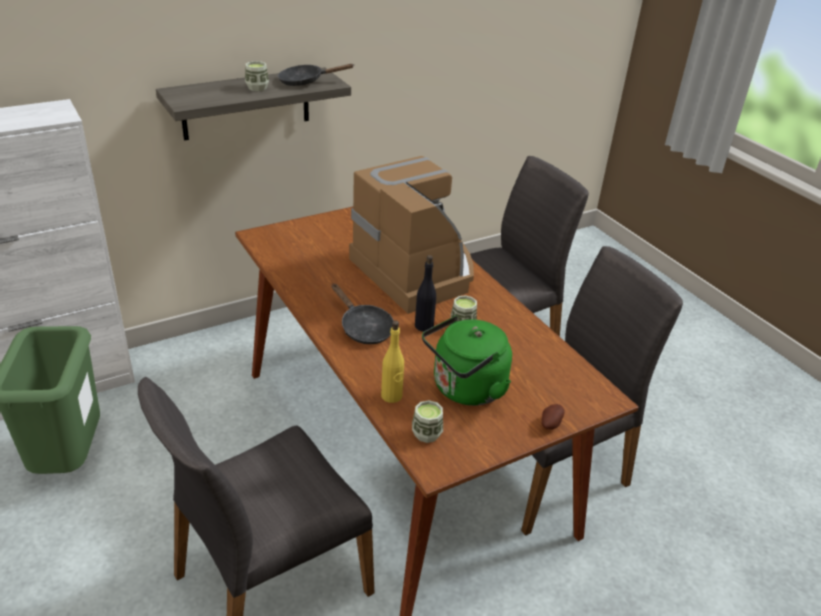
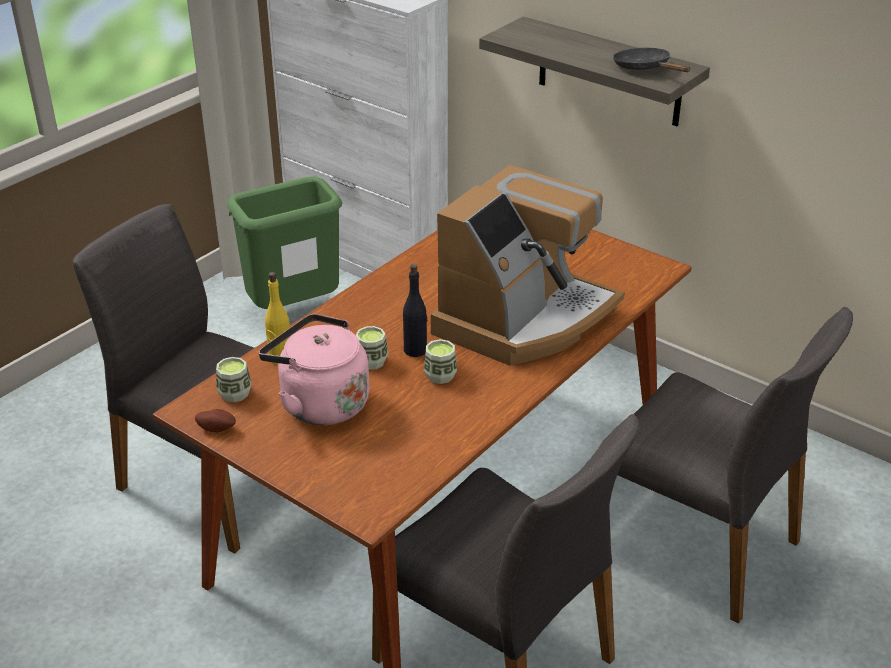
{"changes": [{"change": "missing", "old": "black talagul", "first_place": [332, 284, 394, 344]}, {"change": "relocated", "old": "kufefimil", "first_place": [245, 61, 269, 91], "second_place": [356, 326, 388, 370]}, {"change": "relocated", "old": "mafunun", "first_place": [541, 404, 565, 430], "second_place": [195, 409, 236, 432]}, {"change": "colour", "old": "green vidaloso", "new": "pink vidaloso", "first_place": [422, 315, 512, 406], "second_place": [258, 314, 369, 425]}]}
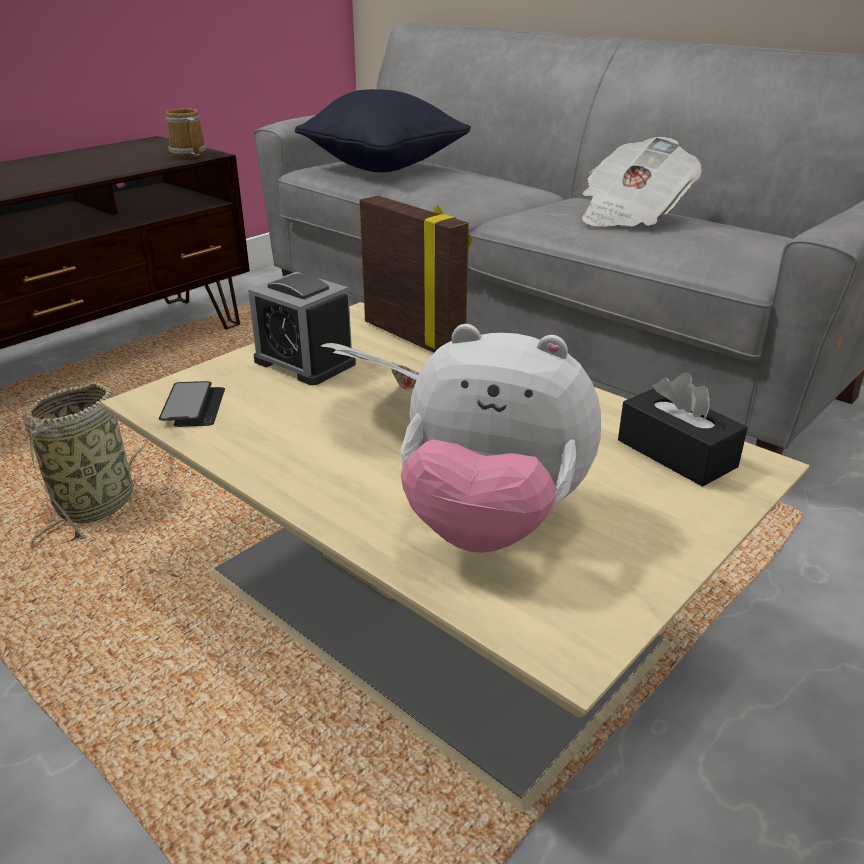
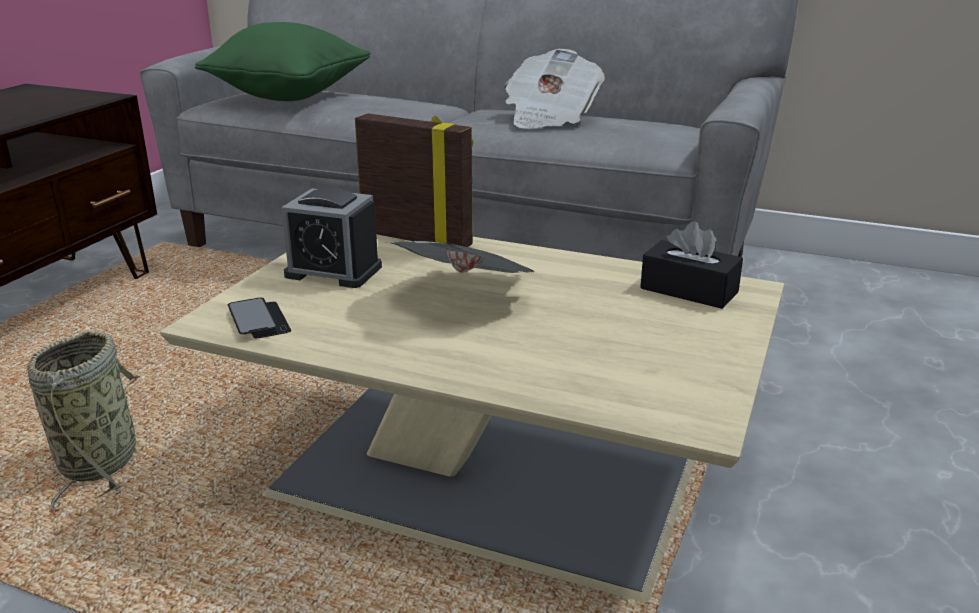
{"changes": [{"change": "missing", "old": "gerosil", "first_place": [166, 108, 206, 158]}, {"change": "missing", "old": "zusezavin", "first_place": [401, 324, 601, 553]}, {"change": "colour", "old": "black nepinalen", "new": "green nepinalen", "first_place": [295, 89, 471, 172], "second_place": [195, 22, 371, 101]}]}
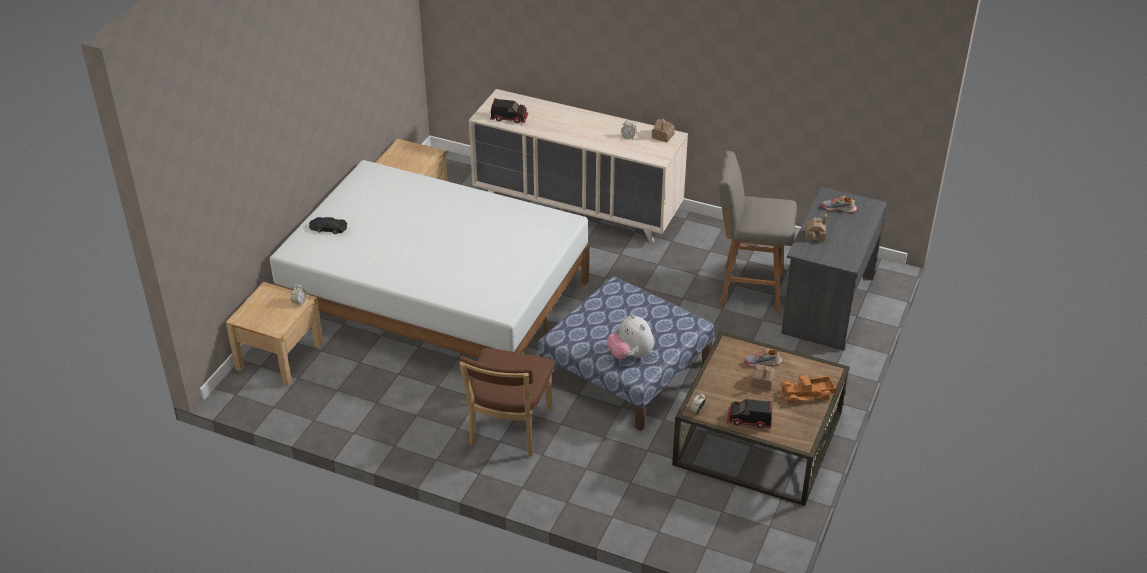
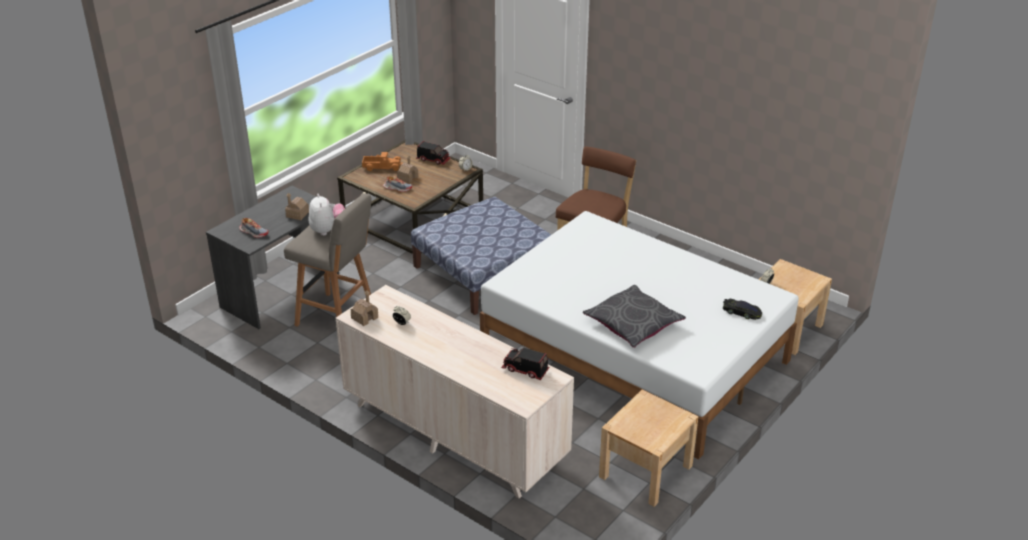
{"changes": [{"change": "appeared", "new": "grey nepinalen", "second_place": [583, 285, 686, 348]}, {"change": "relocated", "old": "zusezavin", "first_place": [607, 314, 654, 359], "second_place": [309, 194, 345, 236]}]}
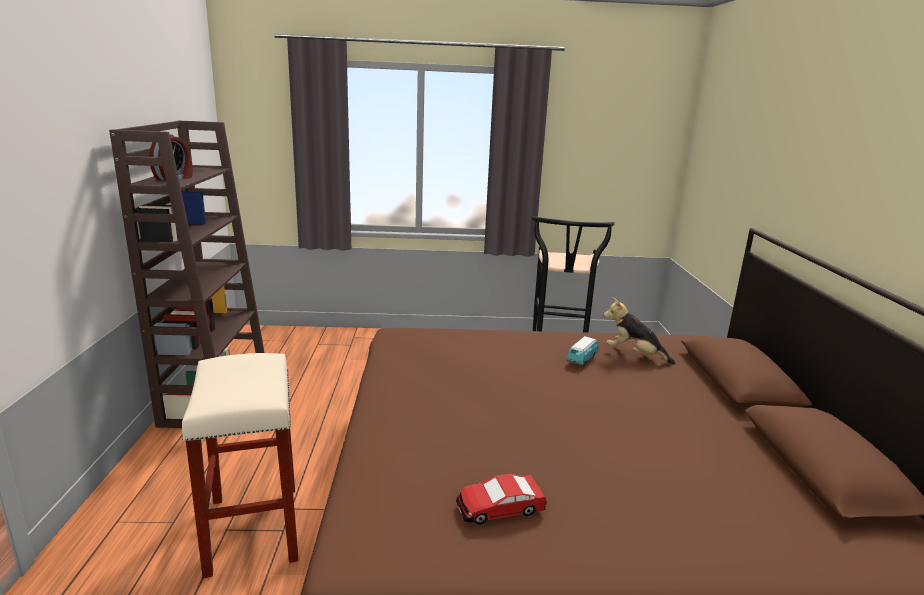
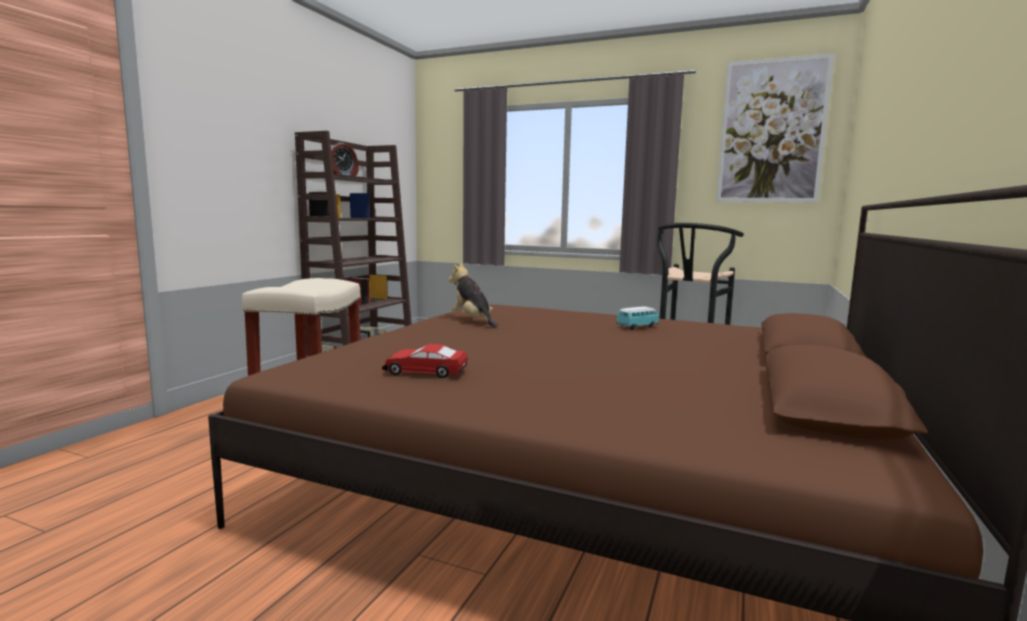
{"changes": [{"change": "appeared", "new": "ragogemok", "second_place": [716, 53, 835, 202]}, {"change": "relocated", "old": "zusezavin", "first_place": [603, 297, 675, 364], "second_place": [449, 263, 498, 328]}]}
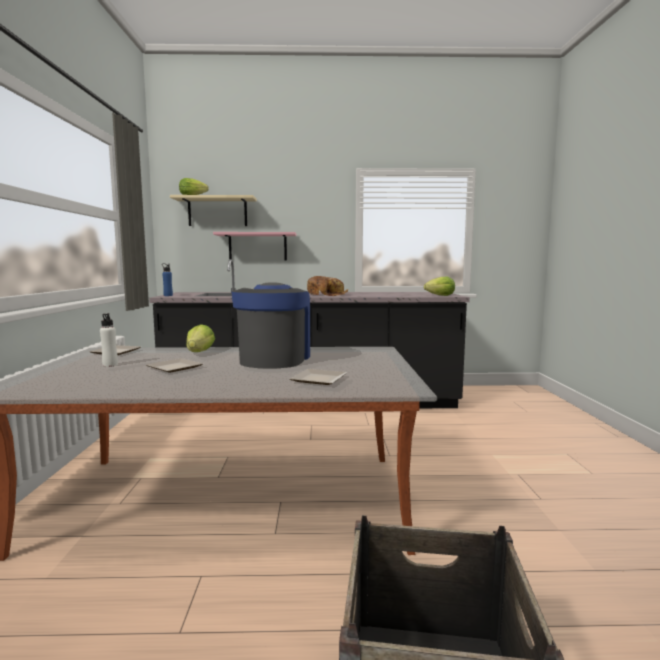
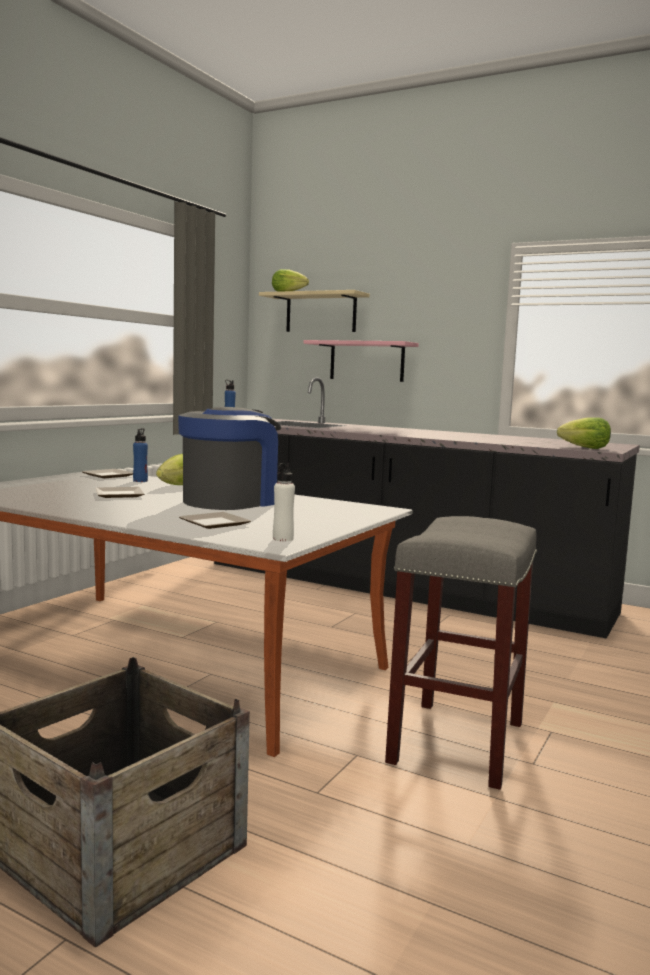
{"changes": [{"change": "missing", "old": "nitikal", "first_place": [307, 276, 348, 296]}, {"change": "appeared", "new": "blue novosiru", "second_place": [133, 428, 148, 482]}, {"change": "appeared", "new": "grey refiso", "second_place": [385, 516, 537, 790]}, {"change": "relocated", "old": "white novosiru", "first_place": [100, 313, 118, 367], "second_place": [273, 463, 295, 541]}]}
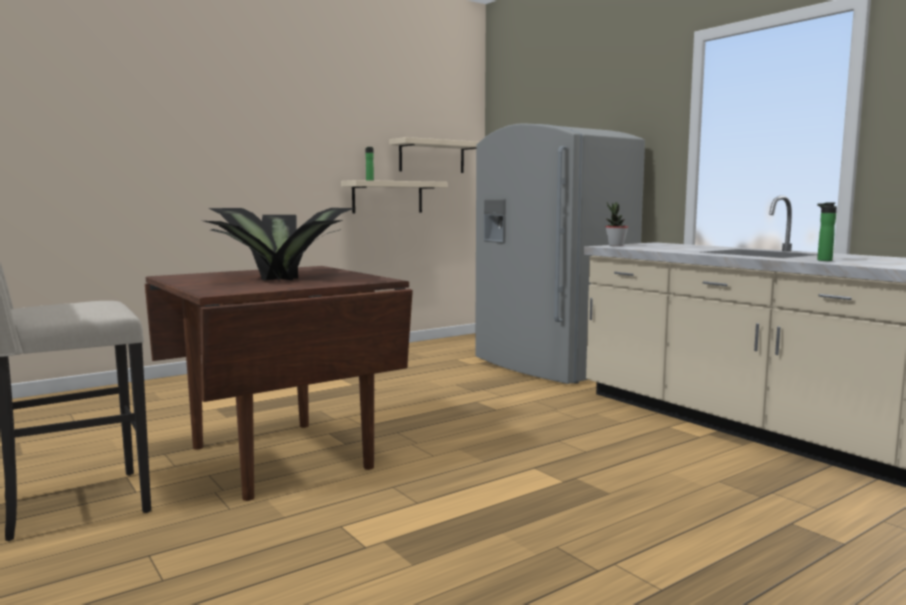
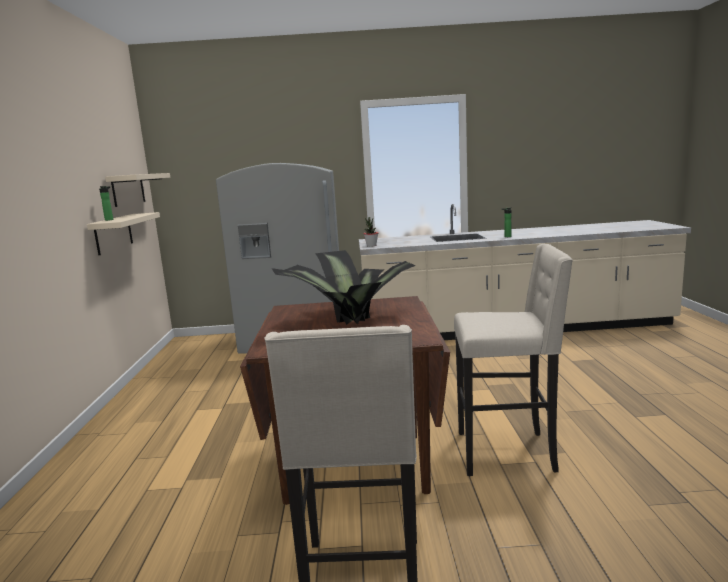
{"changes": [{"change": "appeared", "new": "beige refiso", "second_place": [454, 244, 573, 476]}]}
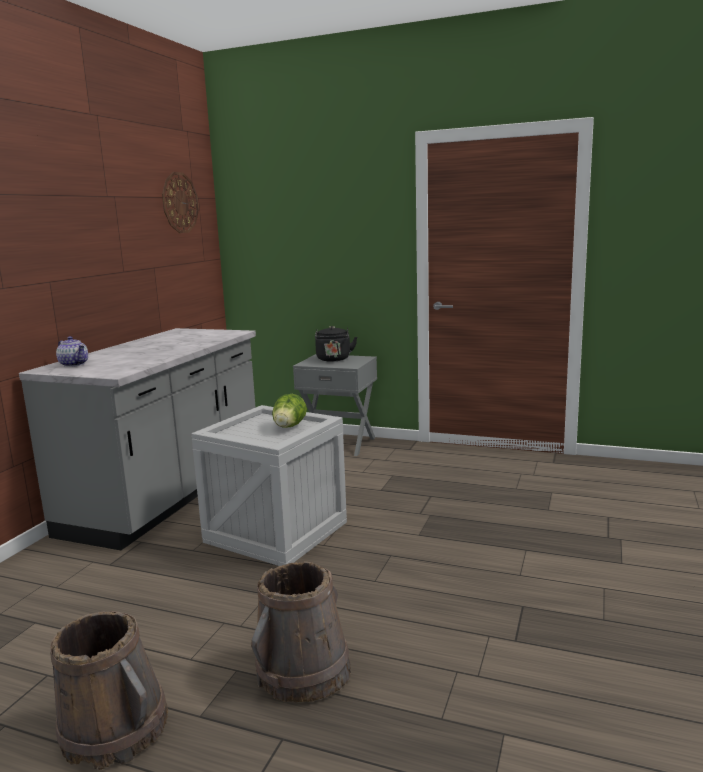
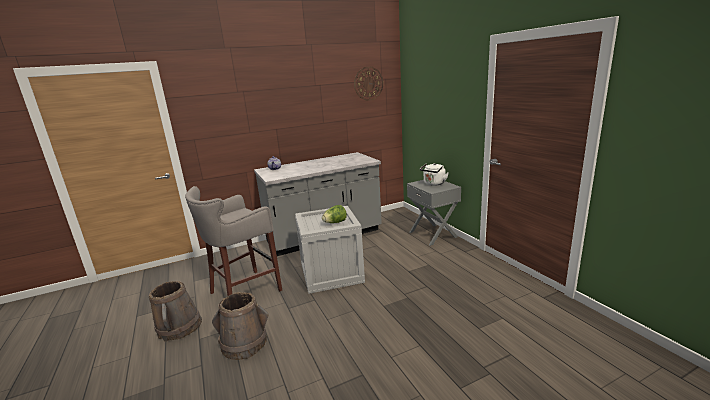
{"changes": [{"change": "appeared", "new": "grey refiso", "second_place": [185, 186, 282, 296]}, {"change": "colour", "old": "black vidaloso", "new": "white vidaloso", "first_place": [315, 326, 357, 361], "second_place": [420, 163, 449, 186]}]}
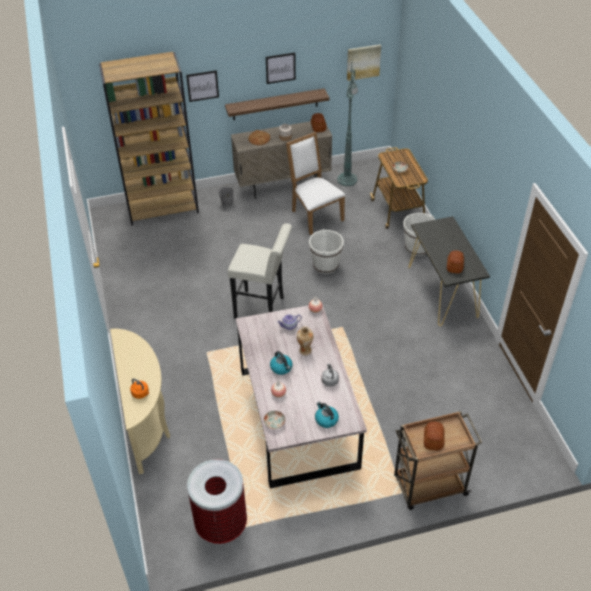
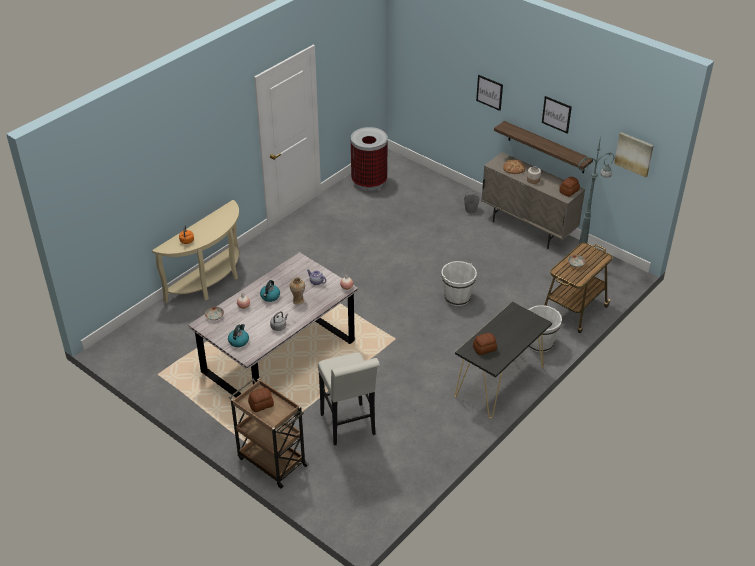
{"changes": [{"change": "missing", "old": "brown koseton", "first_place": [99, 52, 199, 225]}, {"change": "missing", "old": "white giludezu", "first_place": [286, 132, 345, 235]}, {"change": "relocated", "old": "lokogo", "first_place": [187, 459, 247, 544], "second_place": [351, 127, 388, 191]}, {"change": "relocated", "old": "white refiso", "first_place": [228, 224, 292, 319], "second_place": [318, 352, 380, 446]}]}
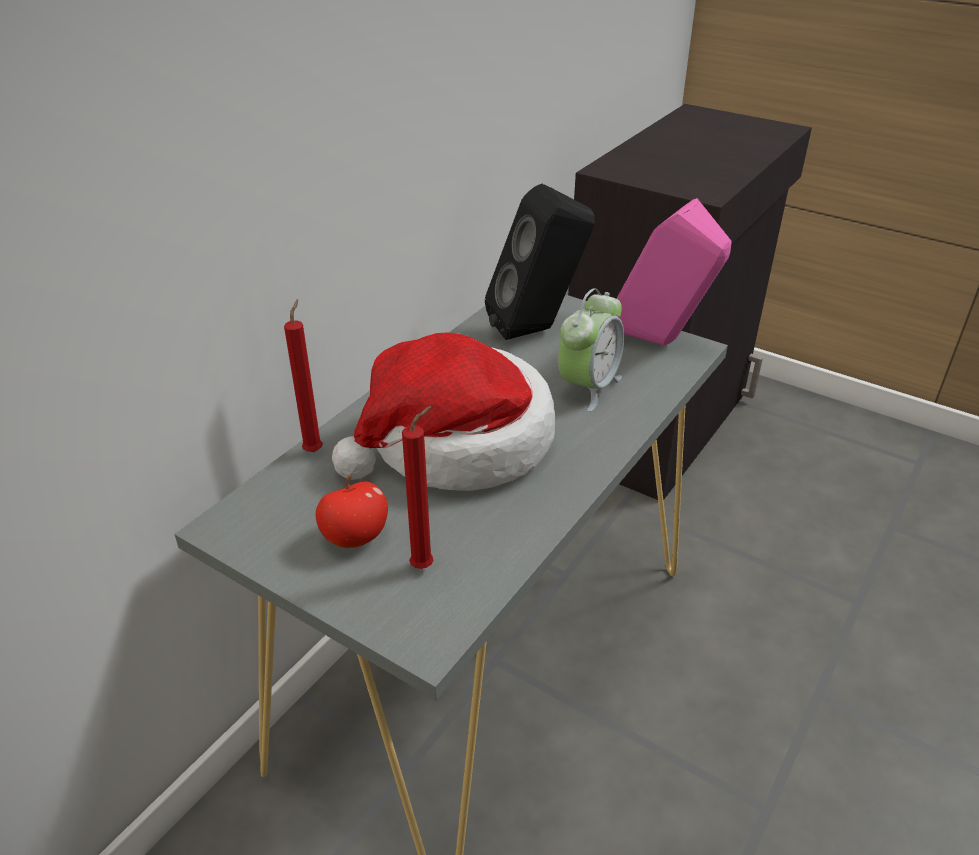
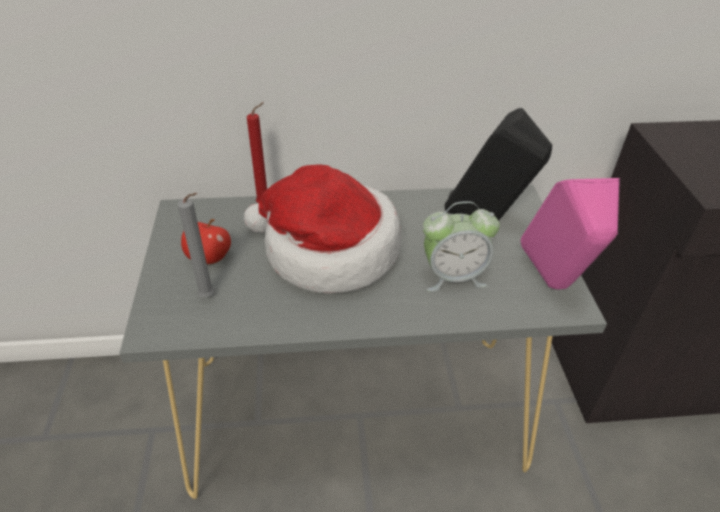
{"changes": [{"change": "colour", "old": "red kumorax", "new": "grey kumorax", "first_place": [402, 406, 433, 569], "second_place": [178, 193, 214, 298]}]}
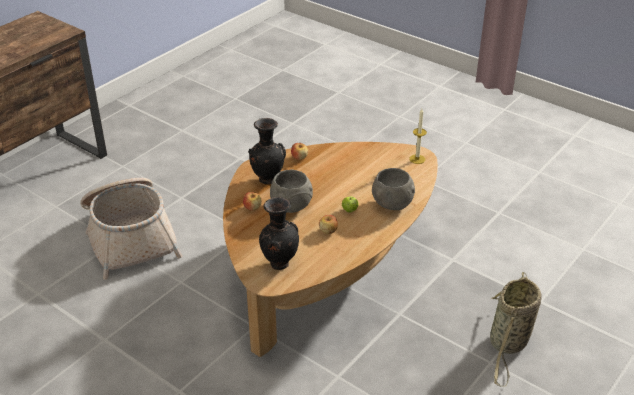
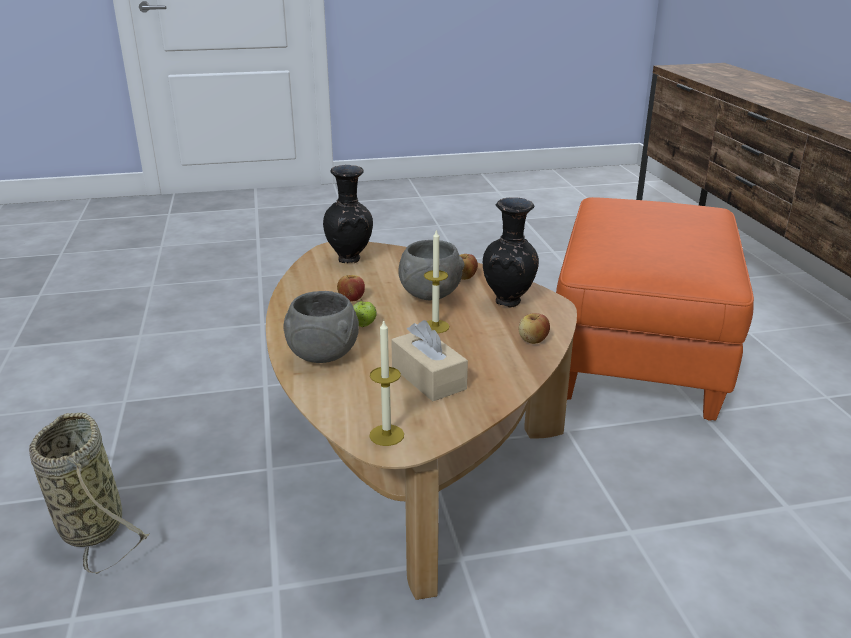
{"changes": [{"change": "appeared", "new": "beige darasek", "second_place": [391, 320, 468, 401]}, {"change": "appeared", "new": "kumorax", "second_place": [424, 229, 449, 333]}, {"change": "exchanged", "old": "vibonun", "new": "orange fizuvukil", "first_place": [80, 178, 182, 280], "second_place": [556, 197, 754, 421]}]}
